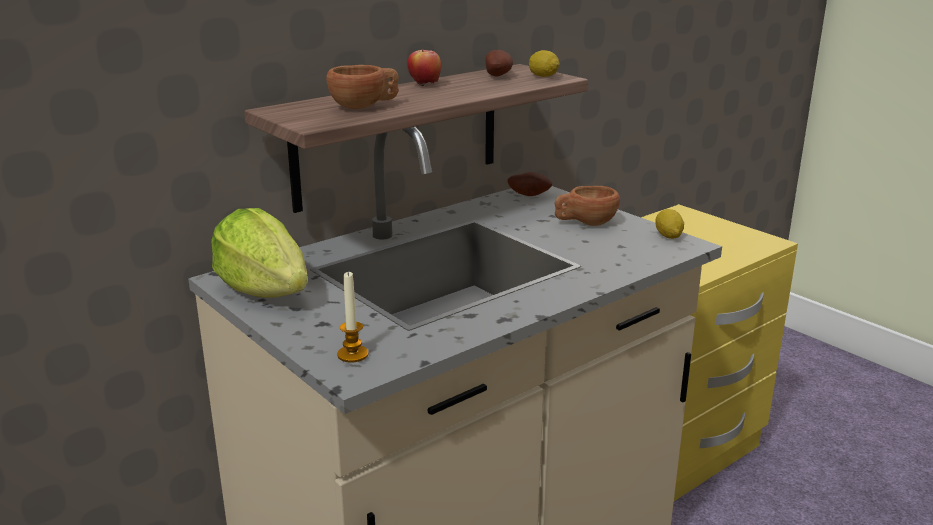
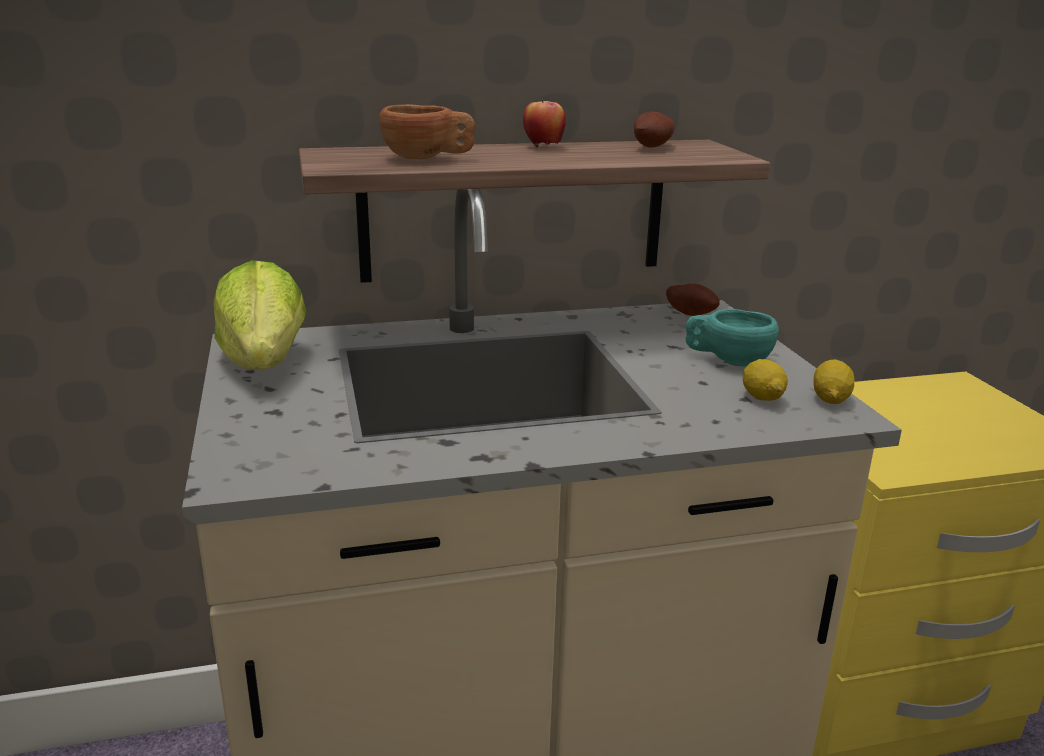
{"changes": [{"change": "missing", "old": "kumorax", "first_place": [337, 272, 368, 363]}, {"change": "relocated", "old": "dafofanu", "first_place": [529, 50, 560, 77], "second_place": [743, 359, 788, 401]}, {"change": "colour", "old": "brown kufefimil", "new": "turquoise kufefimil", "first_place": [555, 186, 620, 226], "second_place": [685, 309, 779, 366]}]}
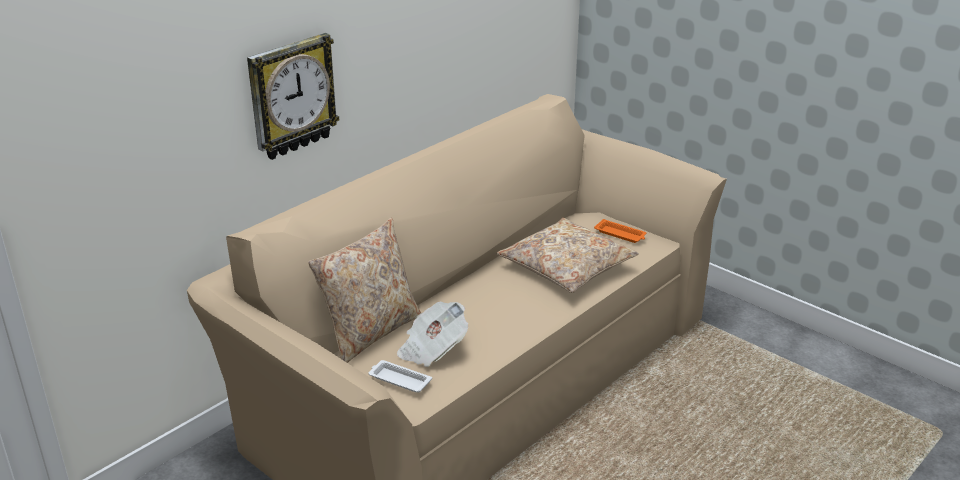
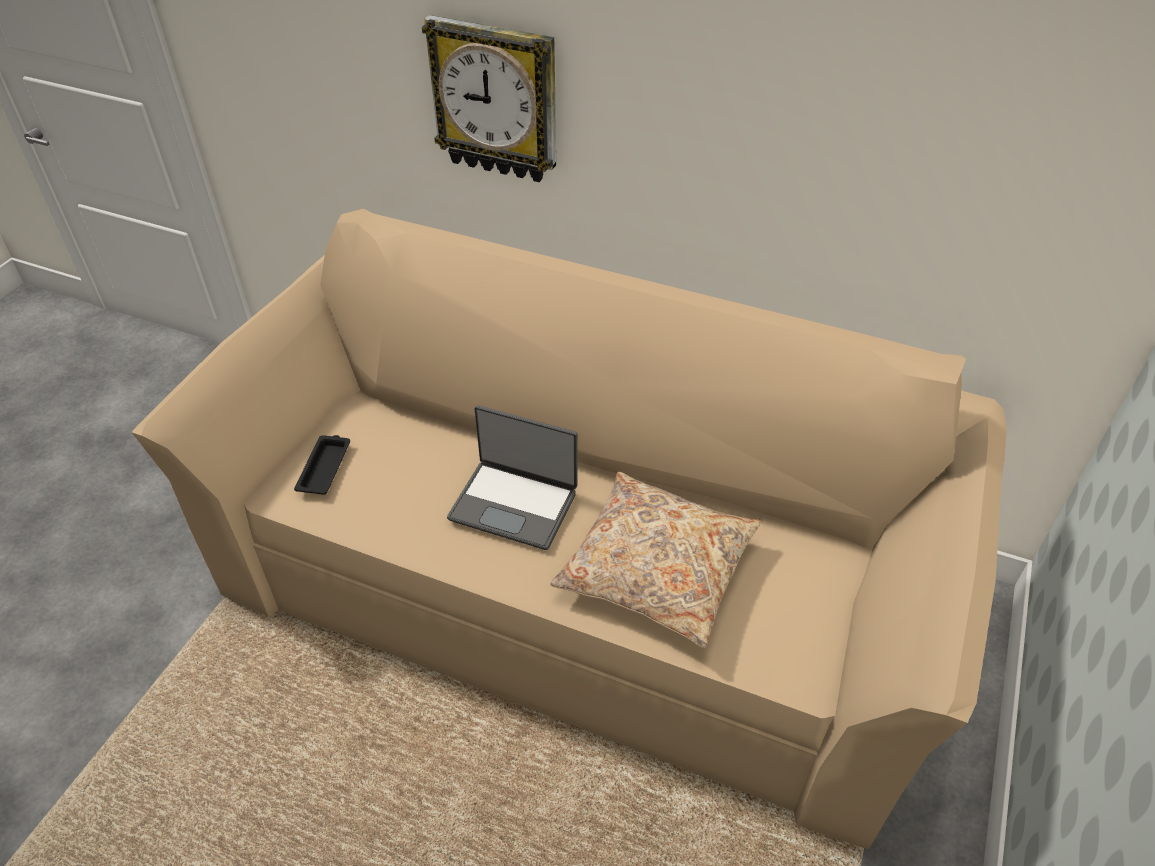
{"changes": [{"change": "missing", "old": "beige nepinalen", "first_place": [308, 218, 421, 363]}, {"change": "missing", "old": "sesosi", "first_place": [397, 302, 468, 367]}, {"change": "missing", "old": "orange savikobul", "first_place": [594, 219, 646, 243]}, {"change": "appeared", "new": "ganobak", "second_place": [447, 405, 578, 550]}, {"change": "colour", "old": "white savikobul", "new": "black savikobul", "first_place": [368, 360, 432, 392], "second_place": [294, 435, 350, 495]}]}
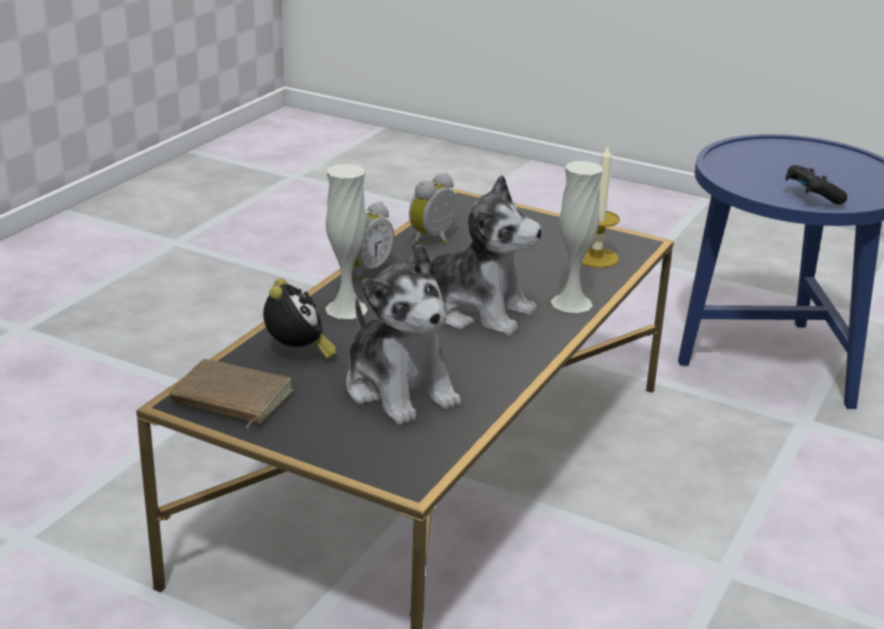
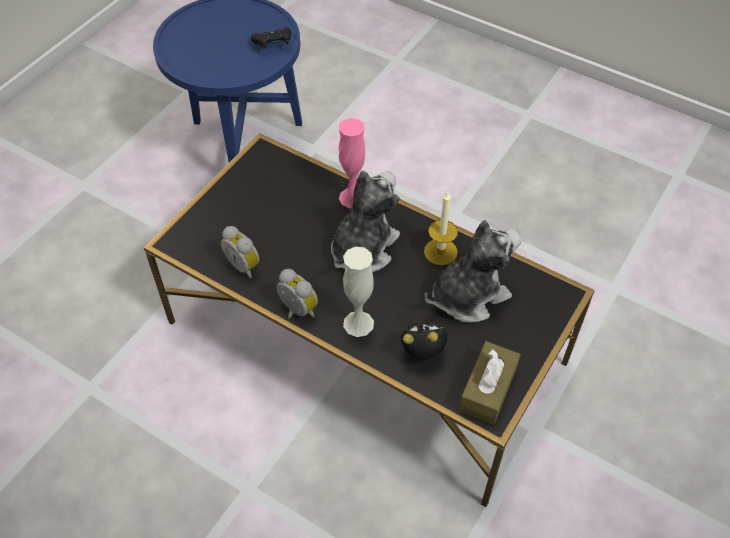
{"changes": [{"change": "relocated", "old": "kumorax", "first_place": [582, 144, 620, 268], "second_place": [424, 192, 458, 266]}, {"change": "exchanged", "old": "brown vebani", "new": "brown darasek", "first_place": [169, 359, 293, 428], "second_place": [459, 341, 521, 425]}, {"change": "colour", "old": "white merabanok", "new": "pink merabanok", "first_place": [551, 161, 603, 313], "second_place": [339, 118, 365, 208]}]}
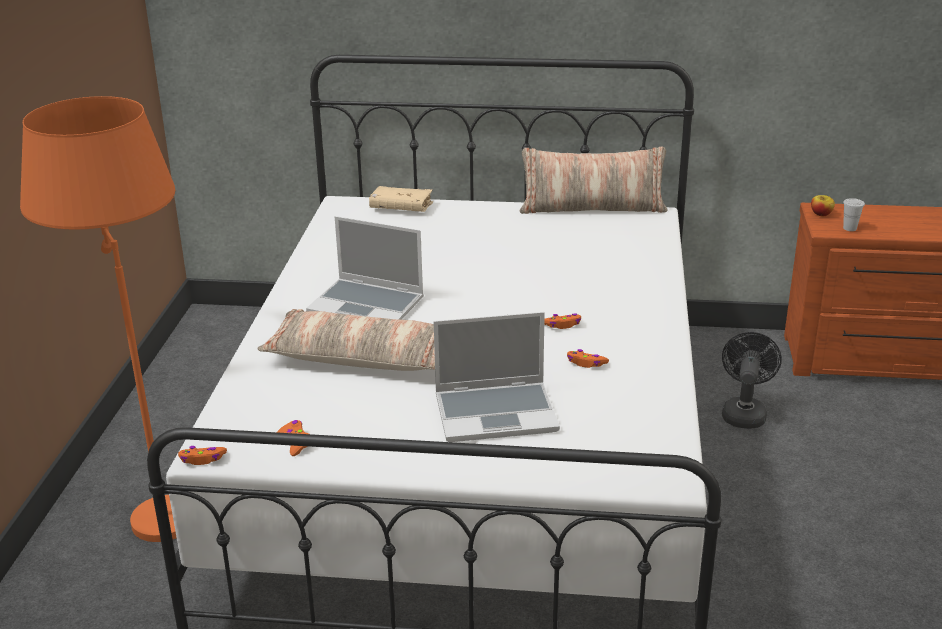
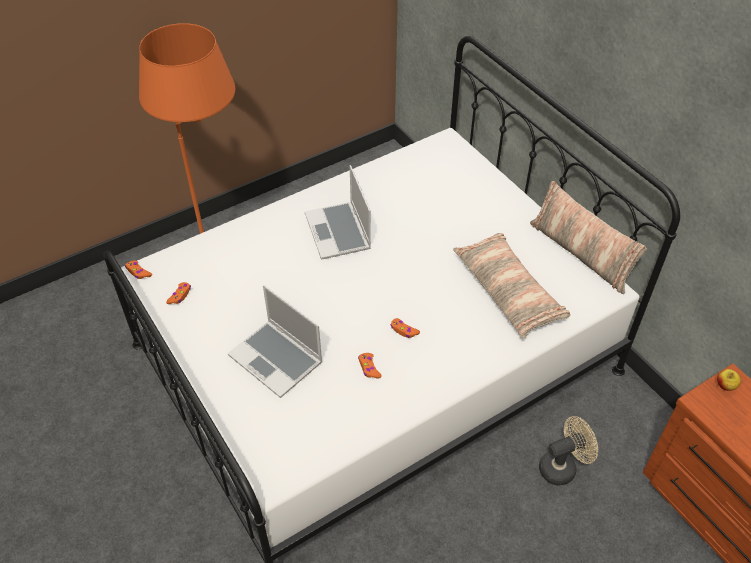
{"changes": [{"change": "missing", "old": "beige vebani", "first_place": [369, 186, 433, 212]}, {"change": "missing", "old": "white kufefimil", "first_place": [843, 198, 865, 231]}, {"change": "relocated", "old": "nepinalen", "first_place": [257, 309, 435, 371], "second_place": [453, 233, 570, 339]}, {"change": "colour", "old": "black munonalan", "new": "beige munonalan", "first_place": [722, 332, 782, 429], "second_place": [539, 416, 598, 486]}]}
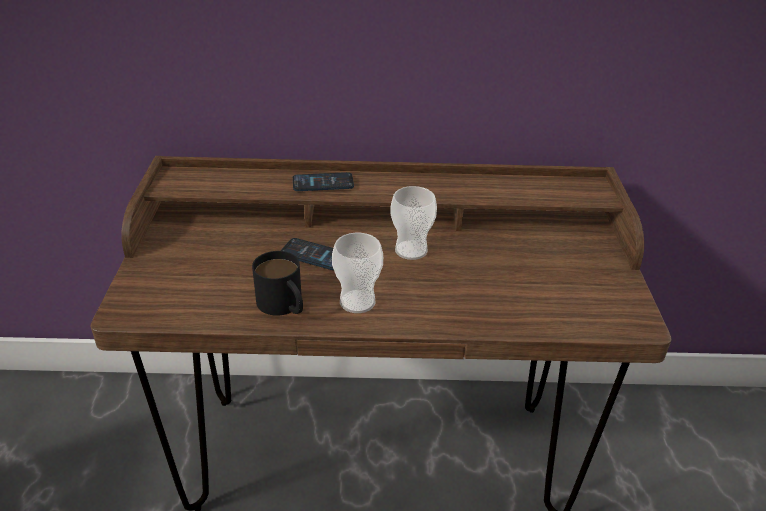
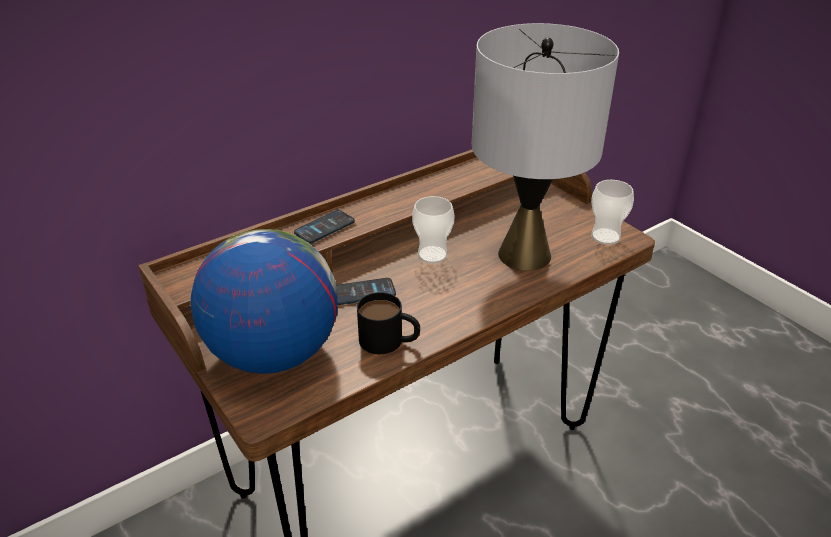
{"changes": [{"change": "appeared", "new": "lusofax", "second_place": [191, 229, 338, 374]}, {"change": "appeared", "new": "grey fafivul", "second_place": [472, 23, 619, 271]}, {"change": "relocated", "old": "kufefimil", "first_place": [332, 233, 383, 313], "second_place": [591, 180, 634, 245]}]}
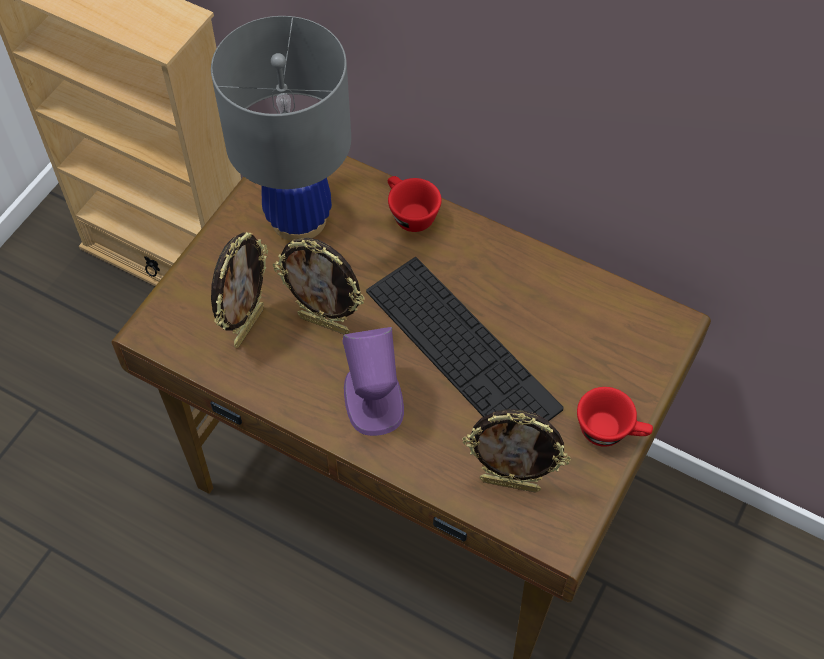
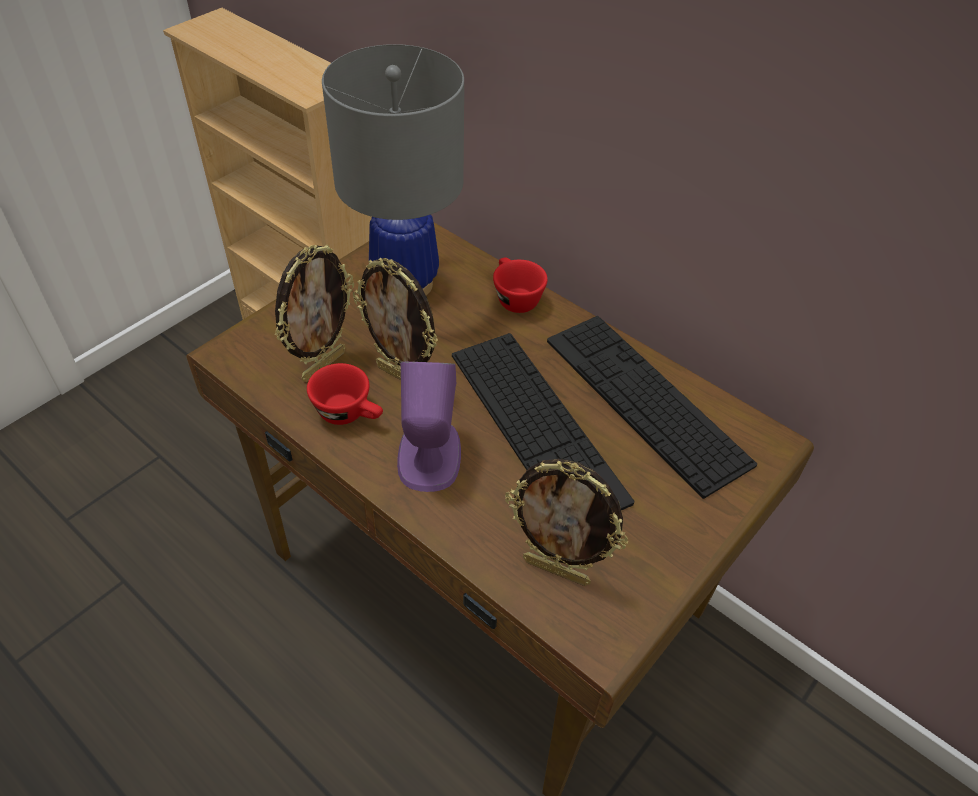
{"changes": [{"change": "appeared", "new": "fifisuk", "second_place": [547, 316, 757, 499]}, {"change": "relocated", "old": "red kufefimil", "first_place": [577, 387, 653, 447], "second_place": [307, 363, 383, 425]}]}
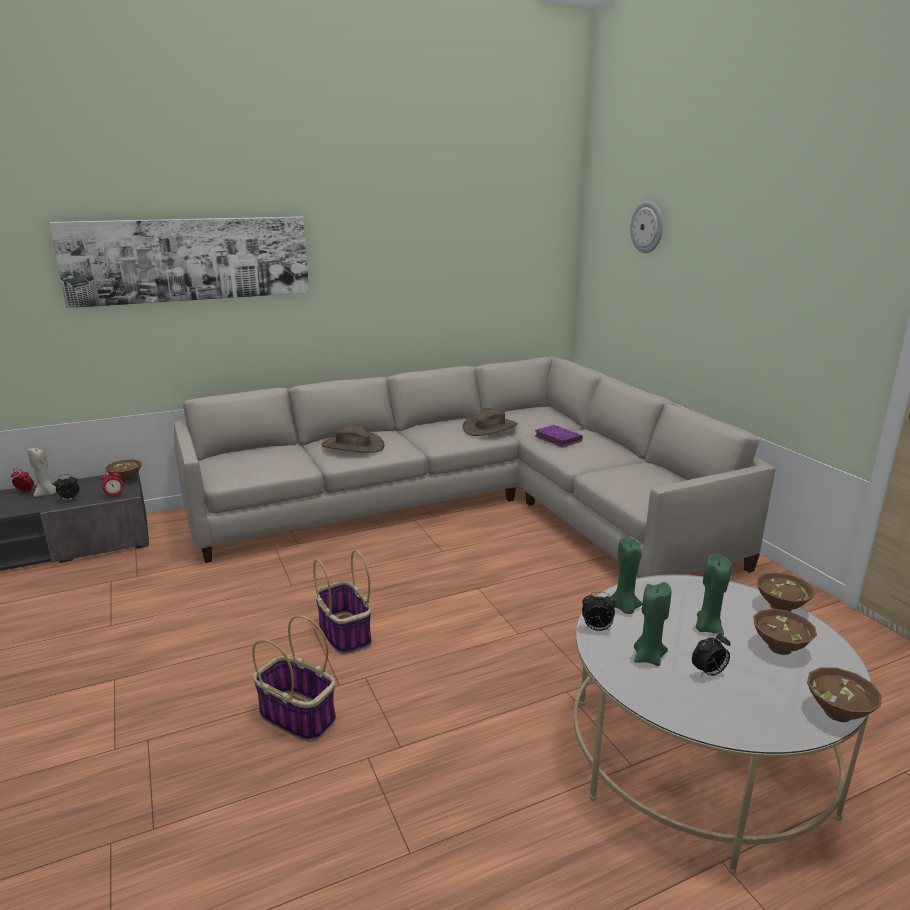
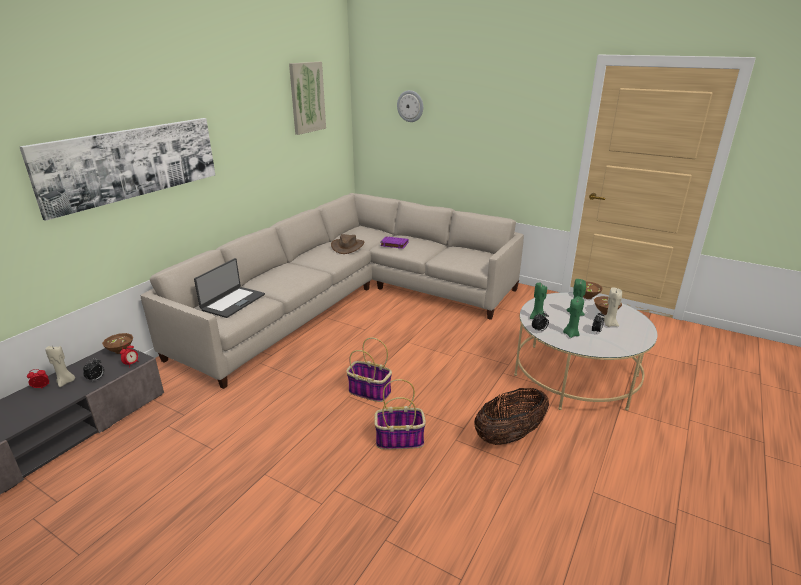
{"changes": [{"change": "missing", "old": "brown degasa", "first_place": [322, 424, 385, 453]}, {"change": "missing", "old": "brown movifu", "first_place": [807, 667, 882, 722]}, {"change": "appeared", "new": "ganobak", "second_place": [194, 258, 265, 318]}, {"change": "appeared", "new": "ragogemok", "second_place": [289, 62, 326, 135]}, {"change": "appeared", "new": "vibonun", "second_place": [474, 388, 549, 445]}, {"change": "appeared", "new": "beige kumorax", "second_place": [602, 287, 622, 327]}]}
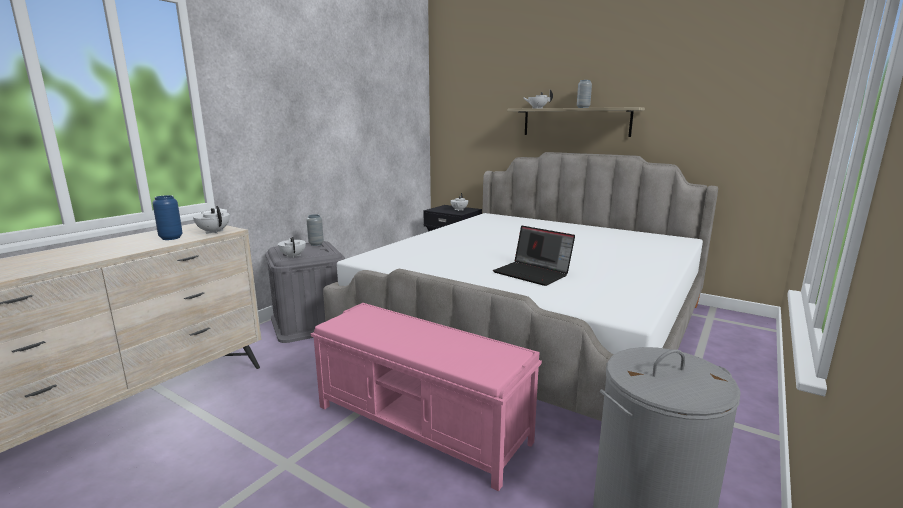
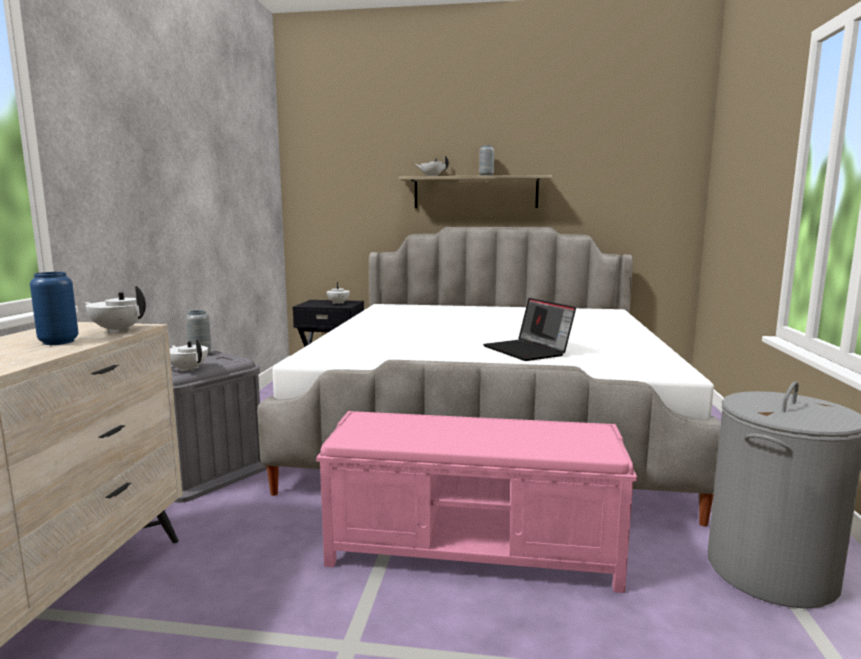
{"changes": [{"change": "spun", "old": "ganobak", "first_place": [493, 226, 575, 286], "second_place": [483, 298, 576, 361], "degrees": 45}]}
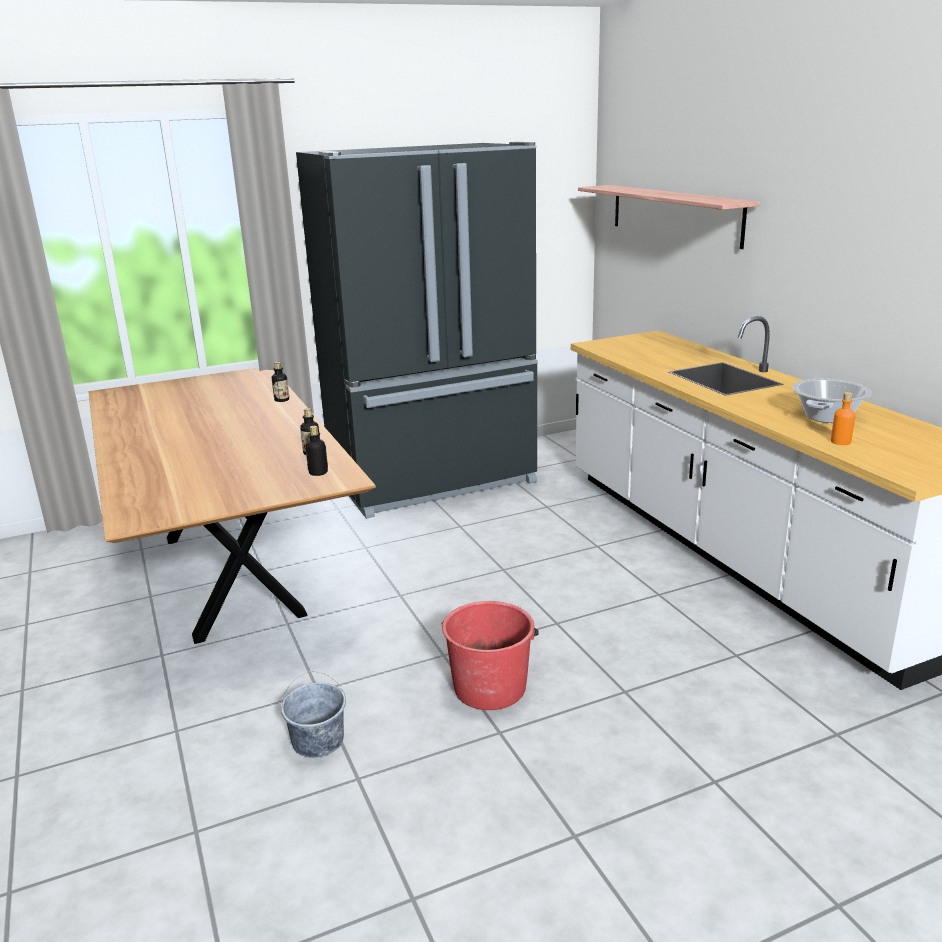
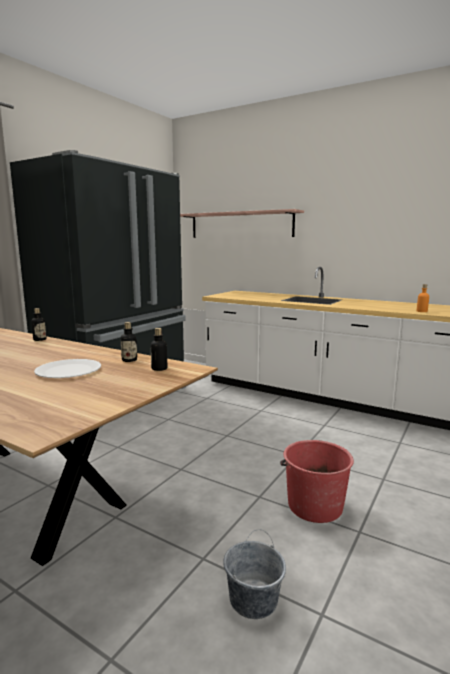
{"changes": [{"change": "missing", "old": "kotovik", "first_place": [792, 379, 872, 423]}, {"change": "appeared", "new": "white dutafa", "second_place": [34, 359, 101, 378]}]}
